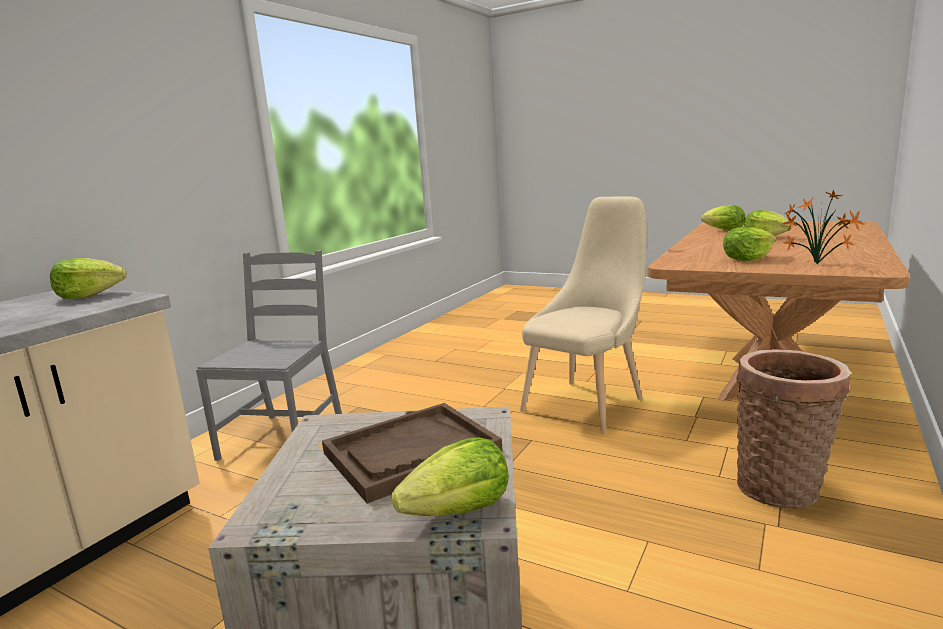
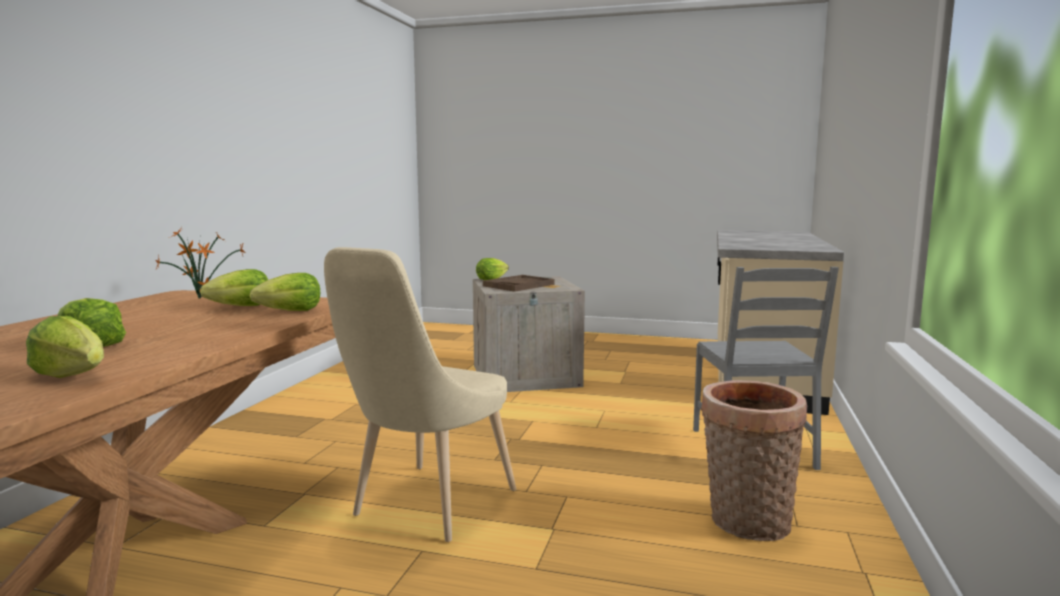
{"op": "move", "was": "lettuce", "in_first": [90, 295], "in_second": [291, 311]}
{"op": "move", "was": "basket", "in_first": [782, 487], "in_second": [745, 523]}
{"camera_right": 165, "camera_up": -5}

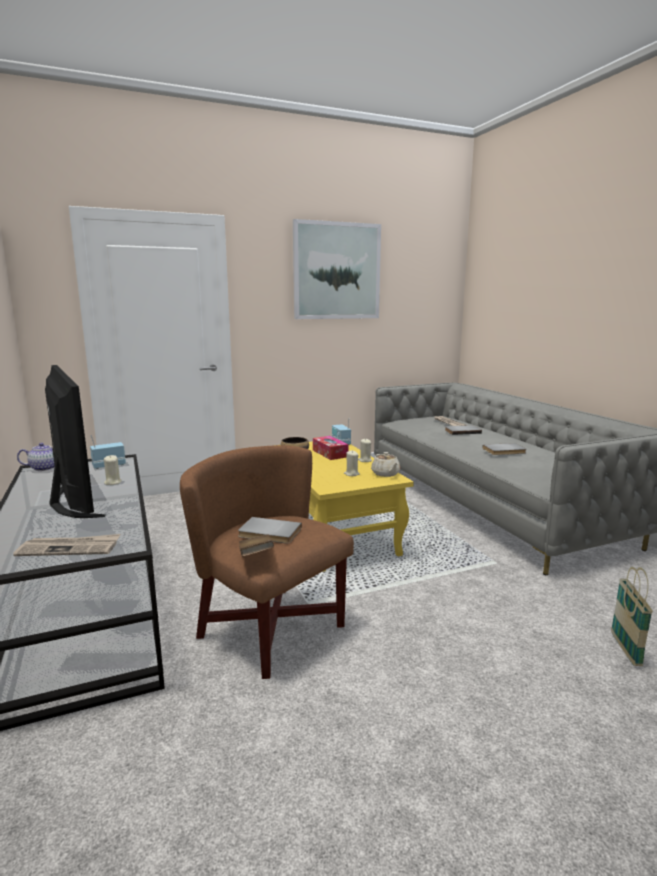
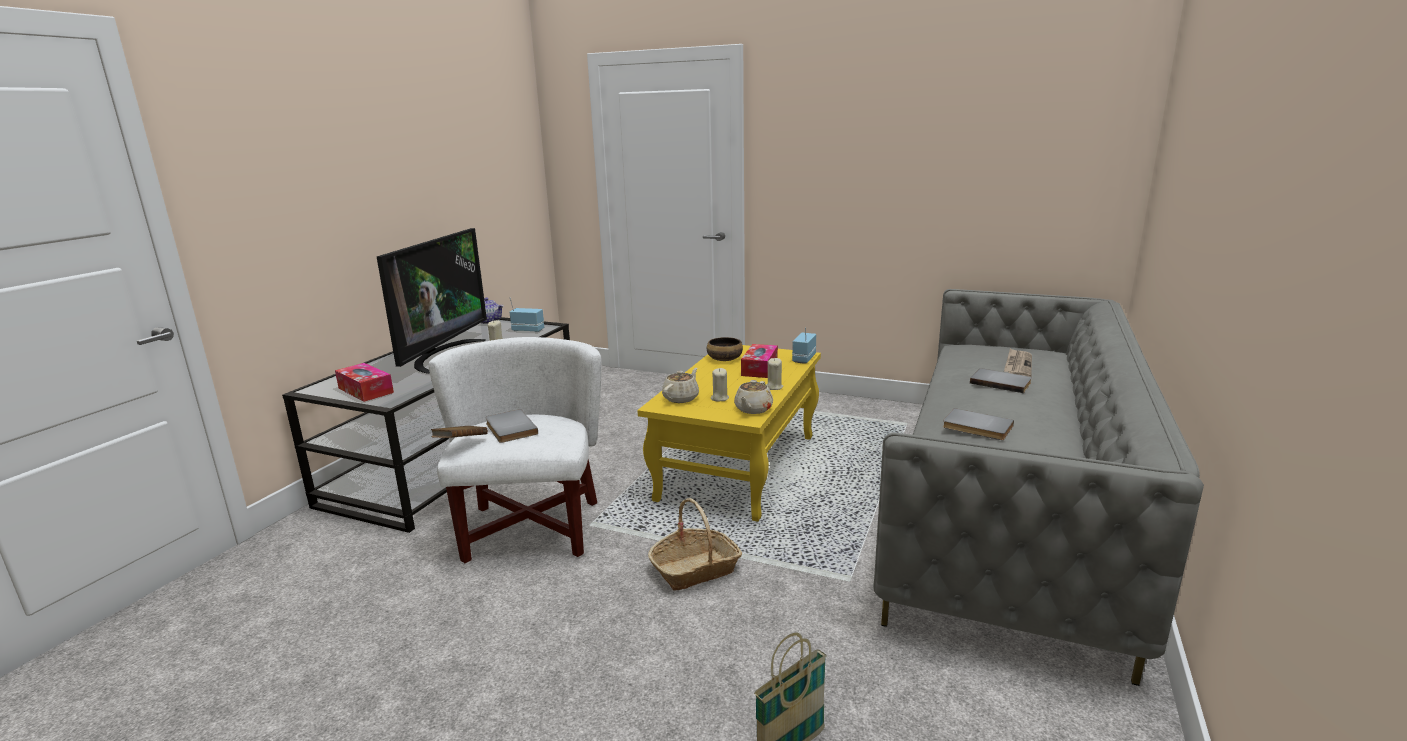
{"op": "delete", "was": "picture", "in_first": [337, 271]}
{"op": "recolor", "was": "brown armchair", "now": "white armchair", "in_first": [272, 629], "in_second": [531, 529]}
{"op": "replace", "was": "newspaper", "now": "tissue box", "in_first": [70, 548], "in_second": [365, 390]}
{"op": "insert", "now": "beige teapot", "in_second": [681, 398]}
{"op": "insert", "now": "basket", "in_second": [695, 569]}
{"camera_right": 45, "camera_up": 5}

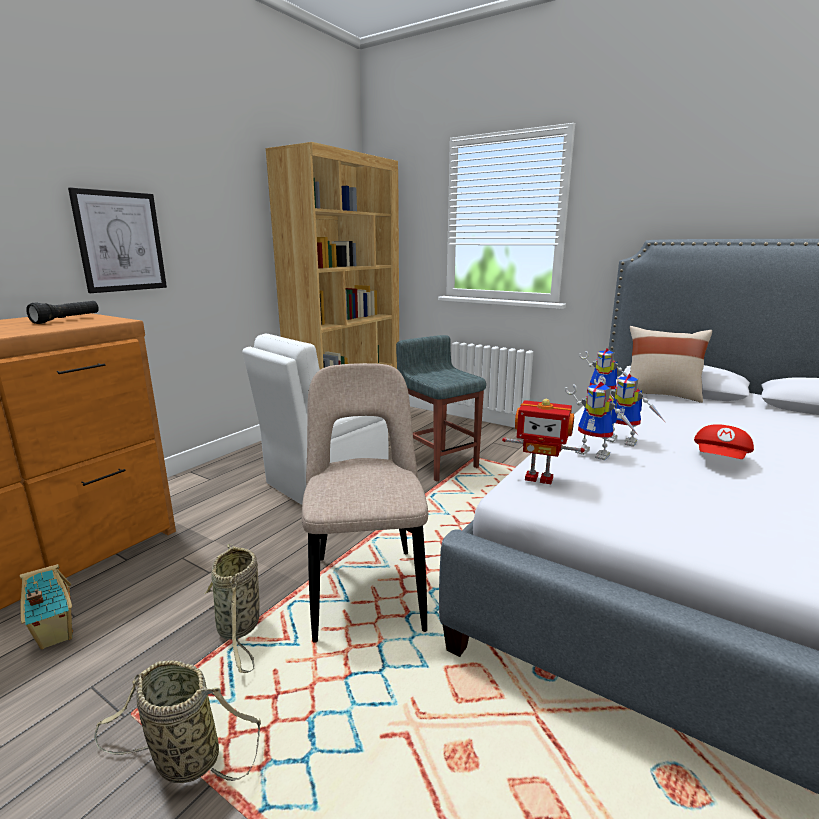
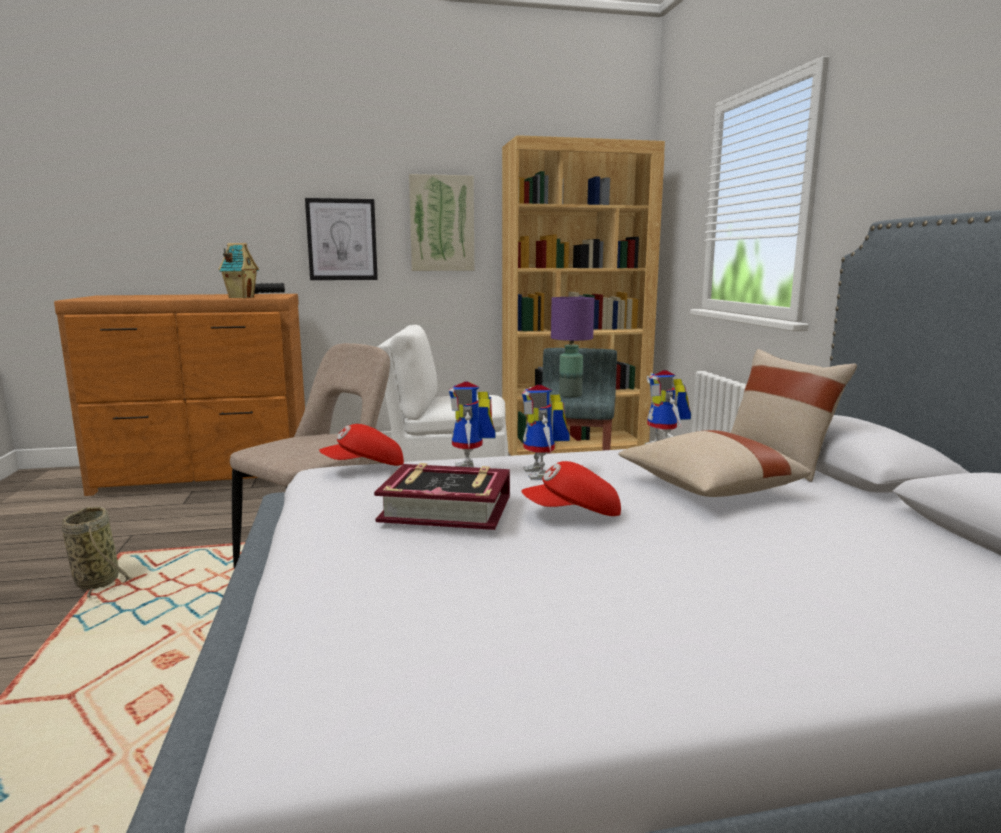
{"op": "replace", "was": "toy robot", "now": "red cap", "in_first": [539, 478], "in_second": [365, 467]}
{"op": "delete", "was": "basket", "in_first": [239, 628]}
{"op": "move", "was": "toy house", "in_first": [55, 636], "in_second": [241, 297]}
{"op": "insert", "now": "picture", "in_second": [442, 223]}
{"op": "insert", "now": "purple table lamp", "in_second": [569, 395]}
{"op": "insert", "now": "beige pillow", "in_second": [707, 489]}
{"op": "insert", "now": "book", "in_second": [446, 509]}
{"camera_right": 45, "camera_up": -5}

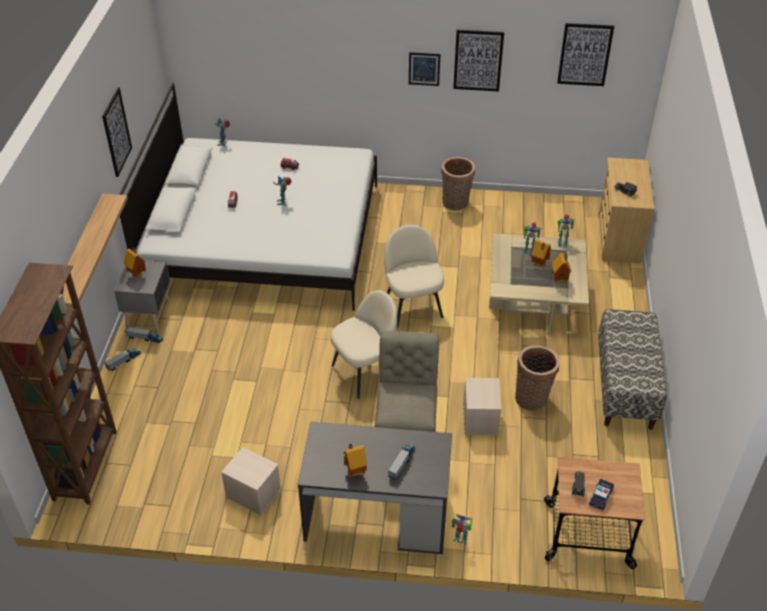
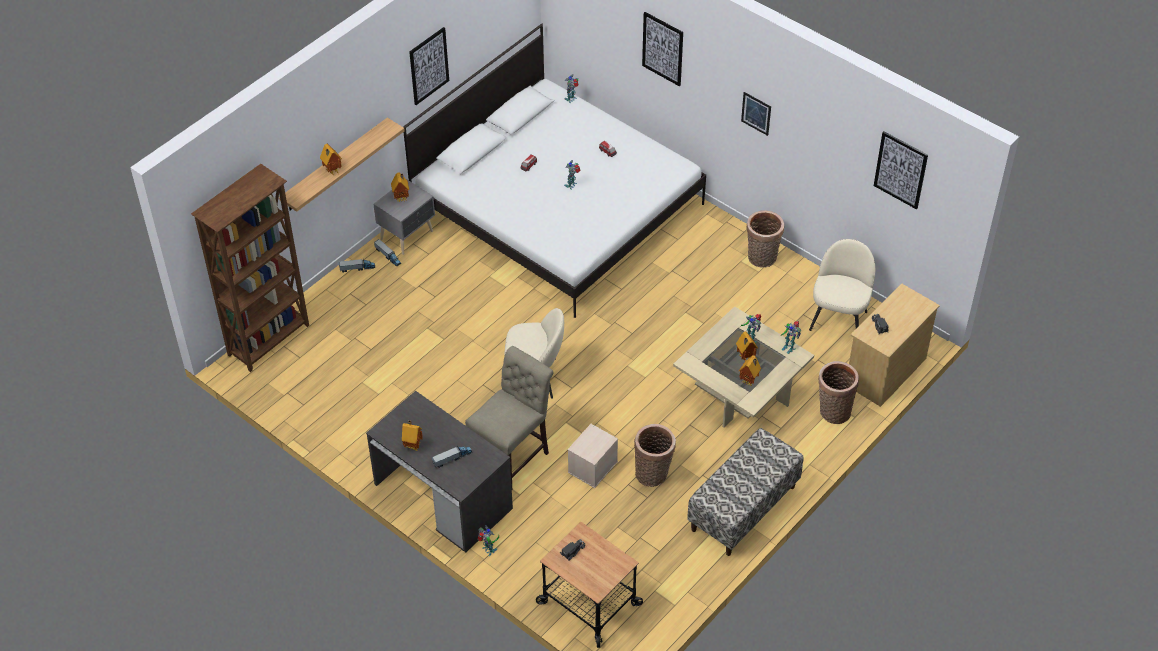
{"op": "move", "was": "picture", "in_first": [478, 60], "in_second": [662, 48]}
{"op": "move", "was": "beige chair", "in_first": [412, 307], "in_second": [838, 319]}
{"op": "delete", "was": "beige storage box", "in_first": [252, 493]}
{"op": "delete", "was": "toy car", "in_first": [601, 497]}
{"op": "insert", "now": "toy house", "in_second": [332, 171]}
{"op": "insert", "now": "basket", "in_second": [833, 411]}
{"camera_right": 35, "camera_up": 5}

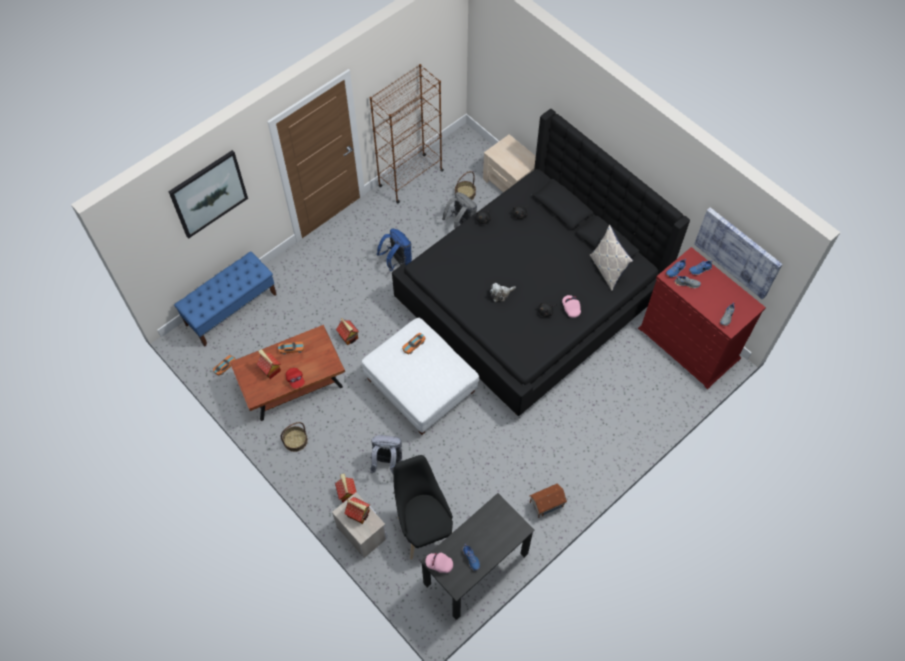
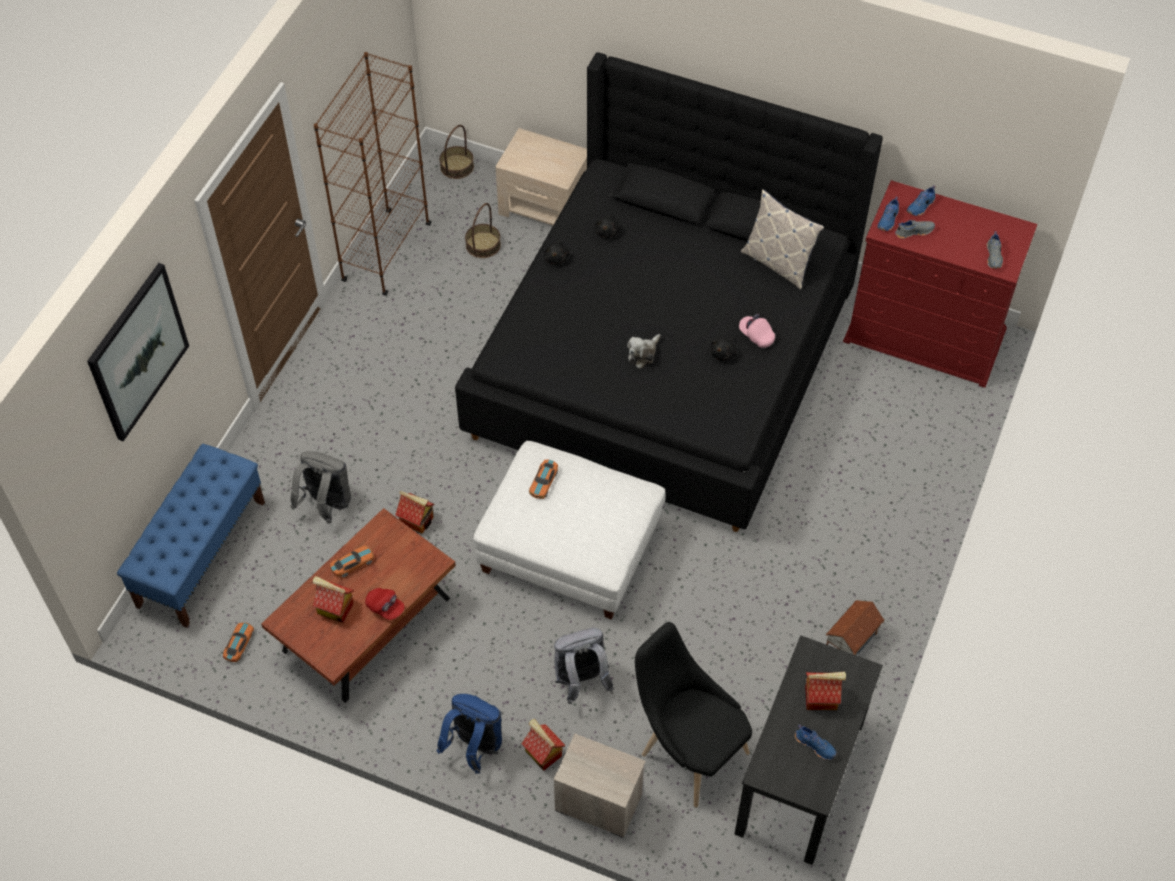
{"op": "move", "was": "grey backpack", "in_first": [461, 225], "in_second": [326, 505]}
{"op": "delete", "was": "picture", "in_first": [738, 252]}
{"op": "move", "was": "blue backpack", "in_first": [397, 261], "in_second": [474, 747]}
{"op": "move", "was": "basket", "in_first": [295, 440], "in_second": [457, 166]}
{"op": "move", "was": "toy house", "in_first": [359, 513], "in_second": [821, 697]}
{"op": "delete", "was": "pink cap", "in_first": [439, 564]}
{"camera_right": -25, "camera_up": -5}

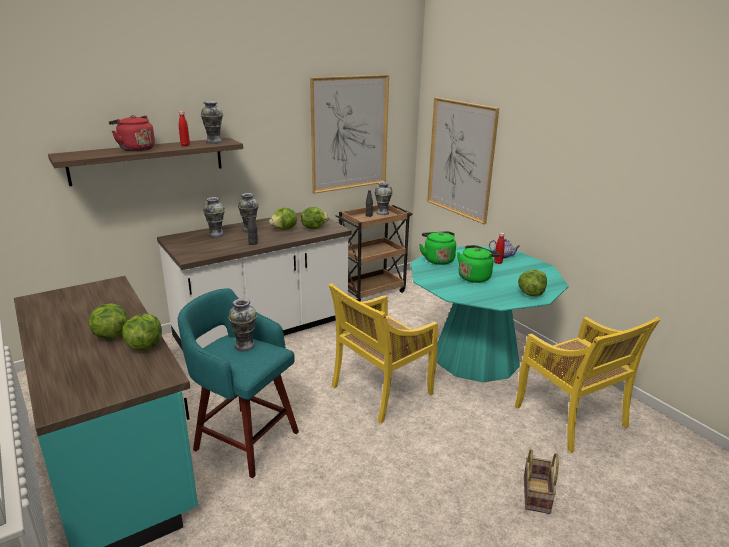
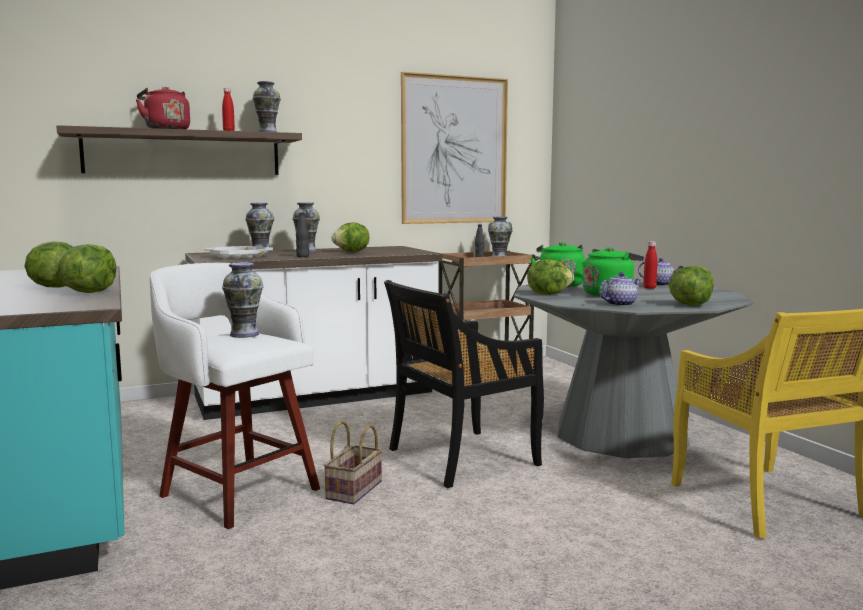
{"op": "delete", "was": "picture", "in_first": [461, 159]}
{"op": "move", "was": "lettuce", "in_first": [314, 227], "in_second": [548, 294]}
{"op": "recolor", "was": "turquoise dining table", "now": "grey dining table", "in_first": [476, 357], "in_second": [621, 434]}
{"op": "recolor", "was": "yellow chair", "now": "black chair", "in_first": [380, 391], "in_second": [460, 458]}
{"op": "recolor", "was": "turquoise stool", "now": "white stool", "in_first": [244, 439], "in_second": [237, 491]}
{"op": "move", "was": "basket", "in_first": [537, 496], "in_second": [354, 491]}
{"op": "insert", "now": "white tray", "in_second": [239, 257]}
{"op": "insert", "now": "teapot", "in_second": [620, 304]}
{"camera_right": 10, "camera_up": -15}

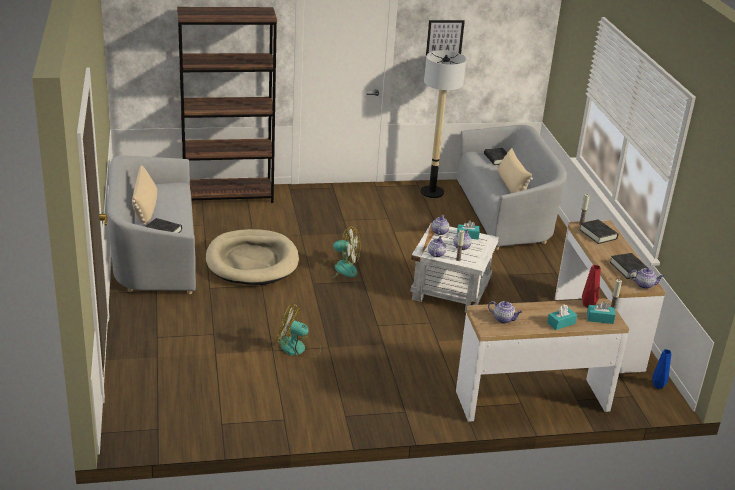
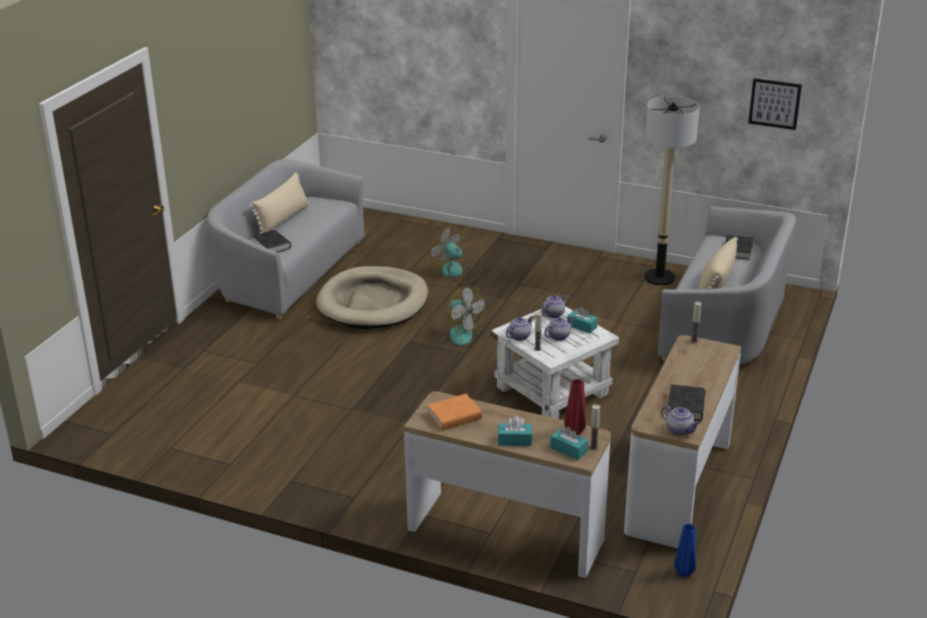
{"op": "delete", "was": "brown bookcase", "in_first": [228, 195]}
{"op": "move", "was": "picture", "in_first": [445, 37], "in_second": [774, 103]}
{"op": "delete", "was": "black book", "in_first": [598, 234]}
{"op": "replace", "was": "teapot", "now": "orange book", "in_first": [504, 319], "in_second": [454, 416]}
{"op": "move", "was": "fan", "in_first": [298, 348], "in_second": [457, 273]}
{"camera_right": 35, "camera_up": 0}

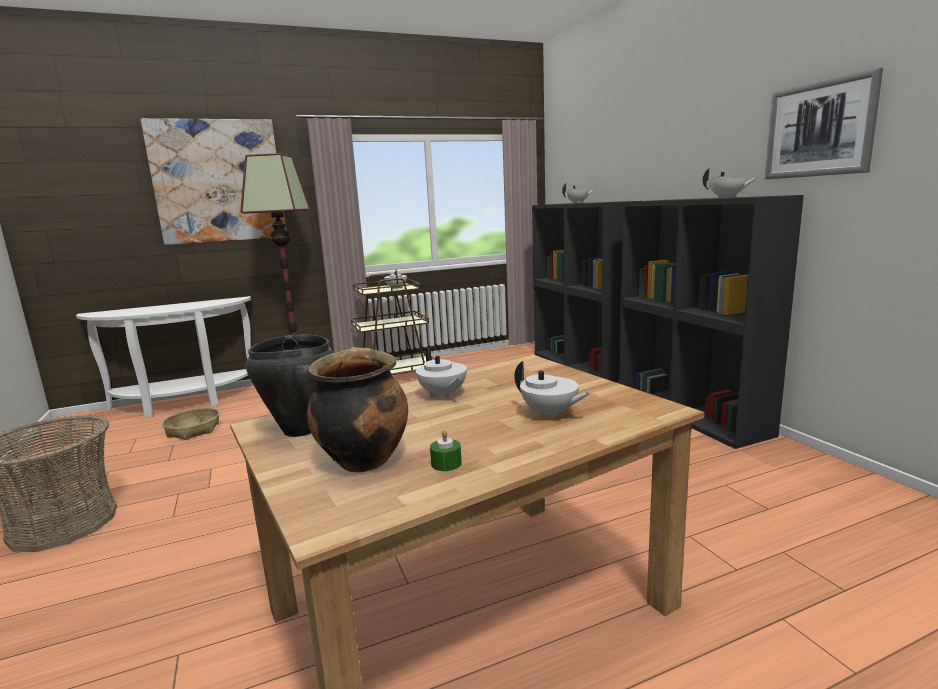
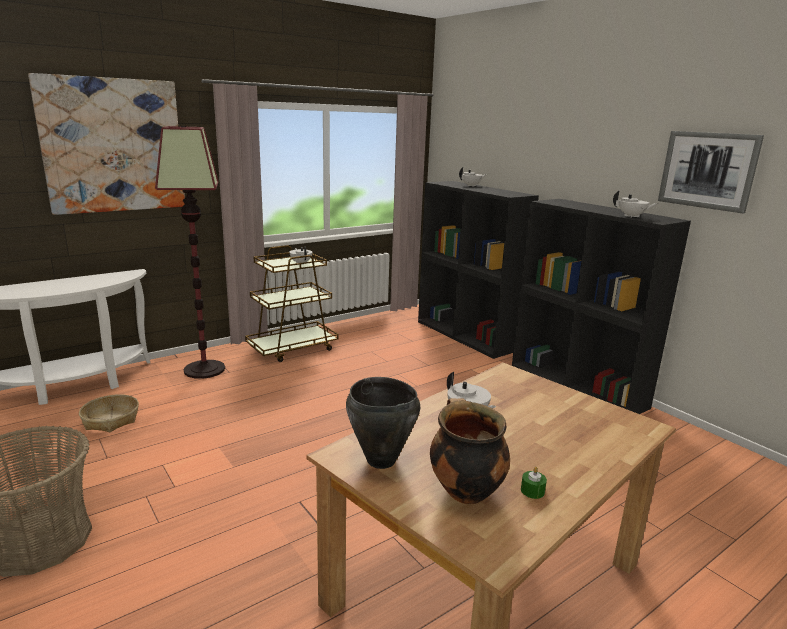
{"op": "delete", "was": "white teapot", "in_first": [549, 414]}
{"camera_right": -15, "camera_up": 5}

